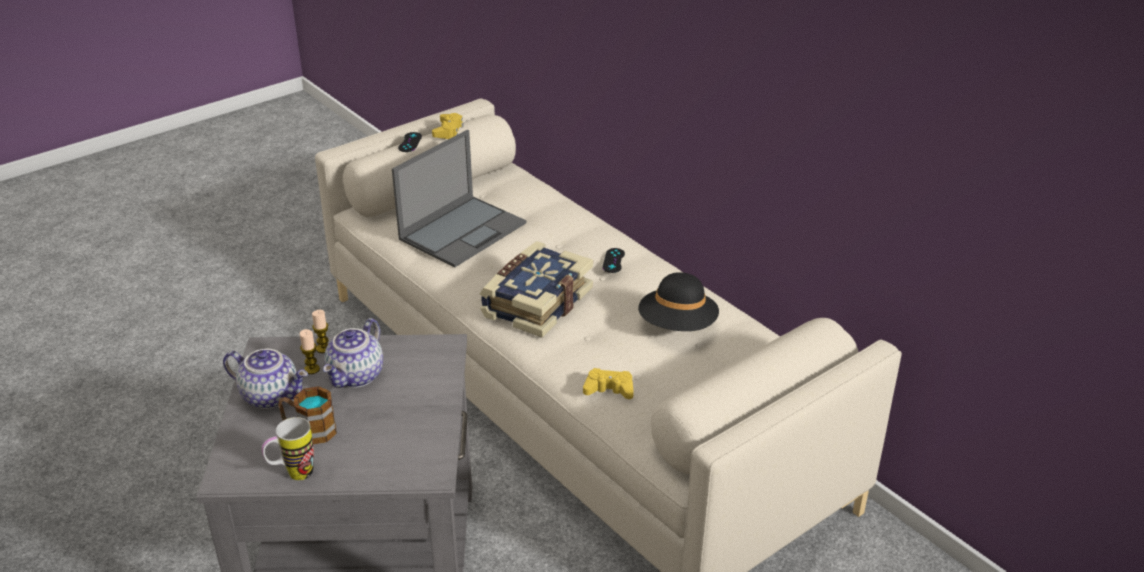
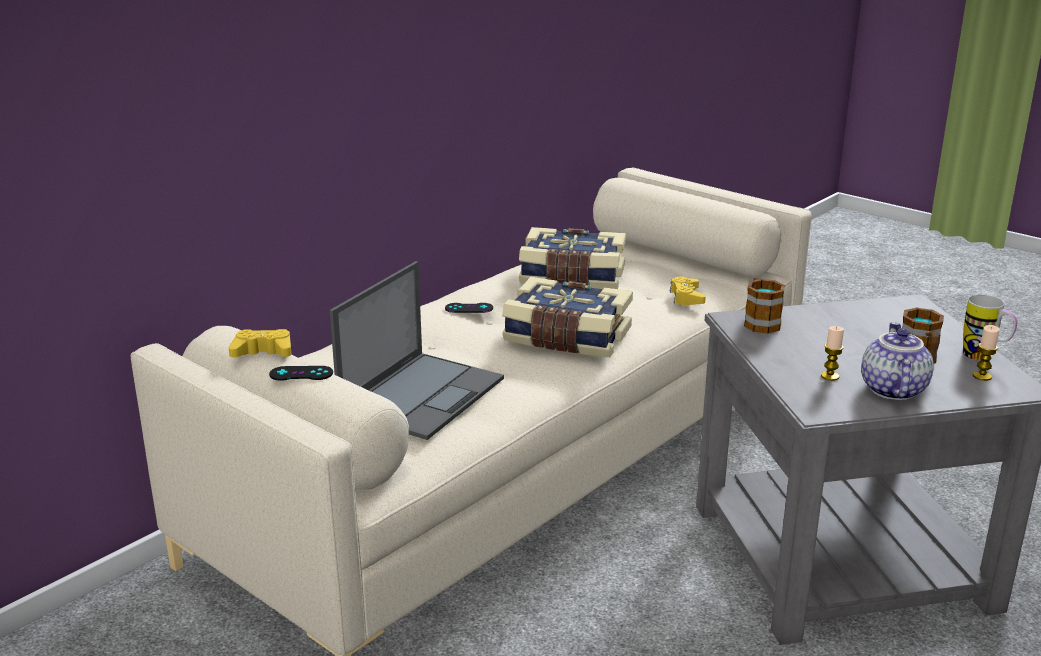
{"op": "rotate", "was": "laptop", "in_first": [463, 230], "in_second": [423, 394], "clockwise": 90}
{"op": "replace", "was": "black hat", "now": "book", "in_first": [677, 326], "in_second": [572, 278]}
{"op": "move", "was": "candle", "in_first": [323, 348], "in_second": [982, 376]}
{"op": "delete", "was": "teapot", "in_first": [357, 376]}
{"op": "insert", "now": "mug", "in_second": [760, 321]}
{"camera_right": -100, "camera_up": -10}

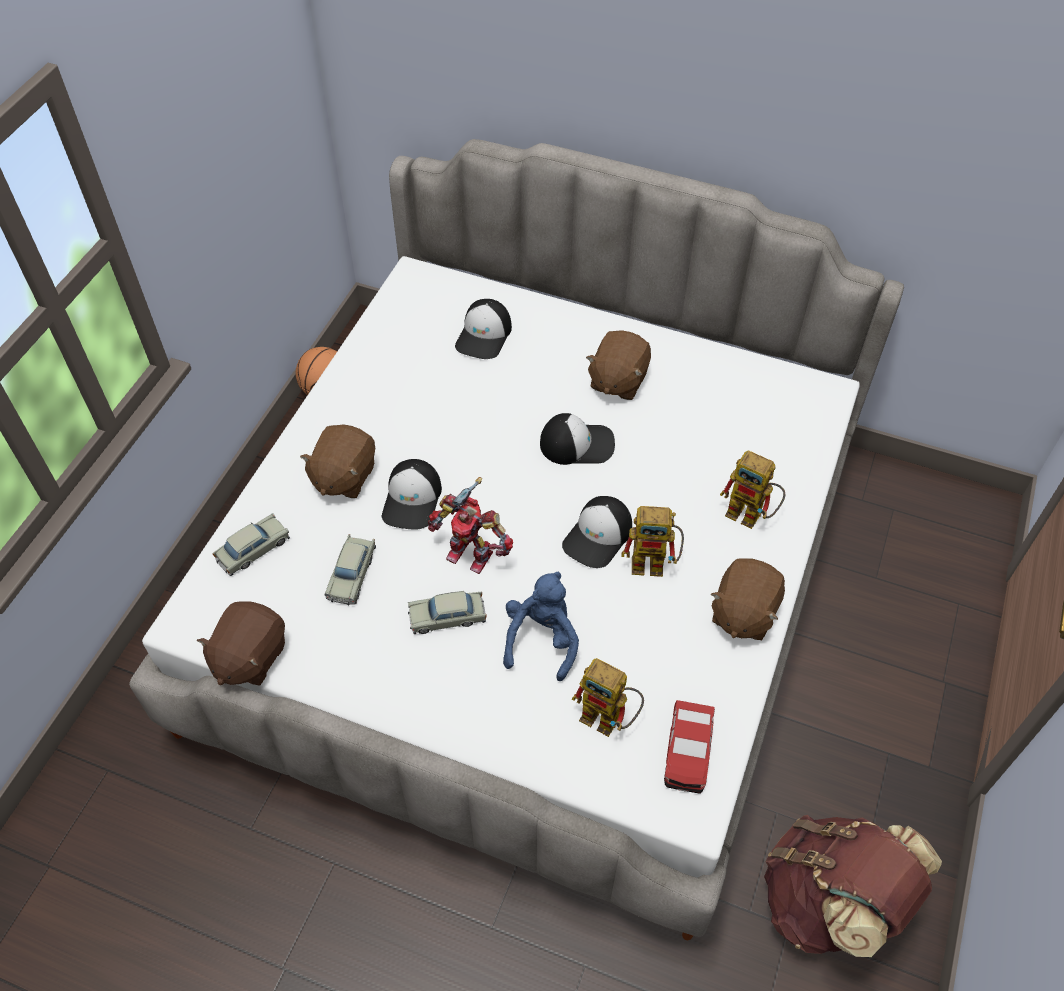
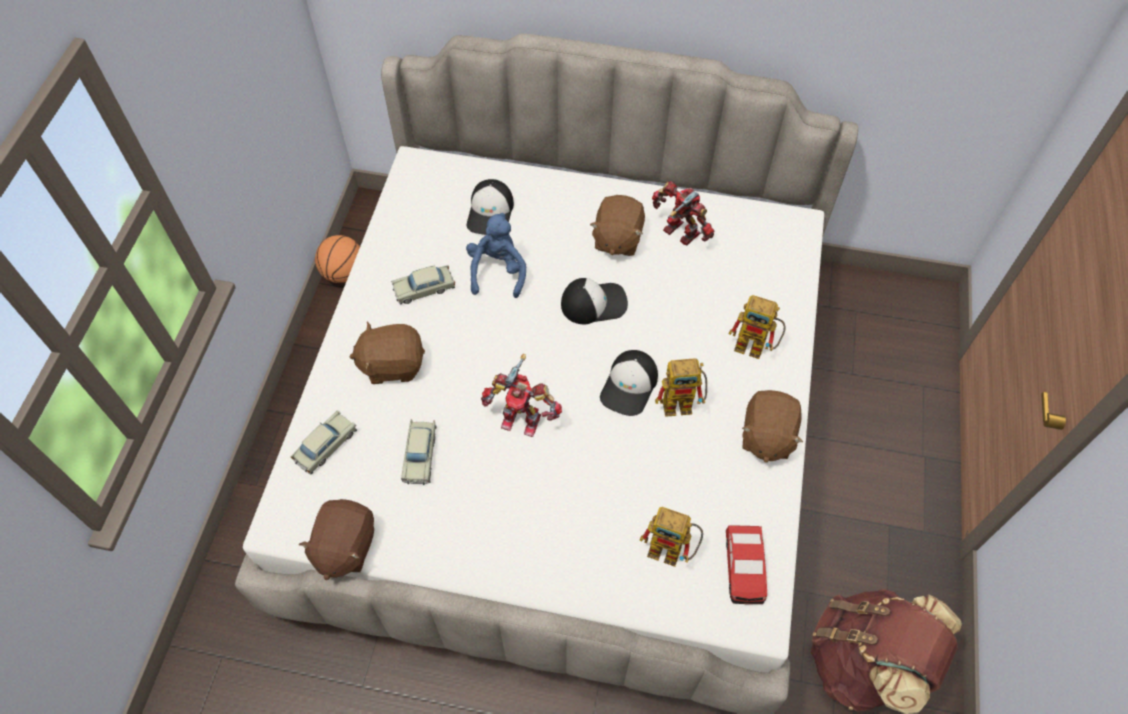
{"op": "rotate", "was": "brown plush toy", "in_first": [343, 476], "in_second": [392, 364], "clockwise": 75}
{"op": "delete", "was": "cap", "in_first": [412, 500]}
{"op": "move", "was": "blue plush toy", "in_first": [542, 639], "in_second": [497, 271]}
{"op": "move", "was": "beige toy car", "in_first": [447, 617], "in_second": [424, 289]}
{"op": "insert", "now": "toy robot", "in_second": [680, 234]}
{"camera_right": -10, "camera_up": 5}

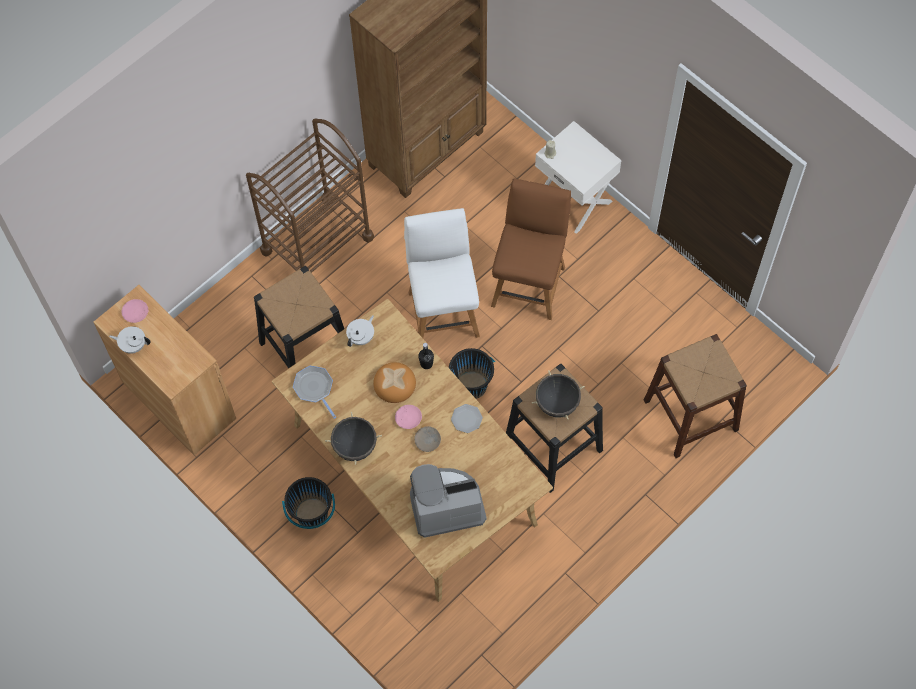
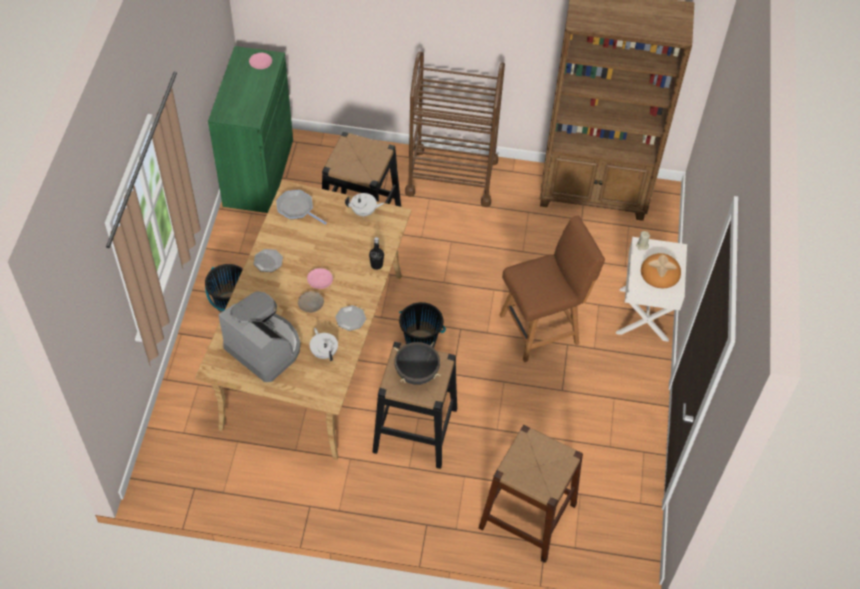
{"op": "delete", "was": "white chair", "in_first": [443, 311]}
{"op": "recolor", "was": "brown cabinet", "now": "green cabinet", "in_first": [179, 400], "in_second": [258, 172]}
{"op": "move", "was": "white teapot", "in_first": [133, 345], "in_second": [324, 352]}
{"op": "move", "was": "bread", "in_first": [394, 384], "in_second": [660, 273]}
{"op": "rotate", "was": "frying pan", "in_first": [314, 388], "in_second": [297, 208], "clockwise": -75}
{"op": "replace", "was": "black cooking pot", "now": "plate", "in_first": [355, 447], "in_second": [268, 261]}
{"camera_right": 50, "camera_up": -10}

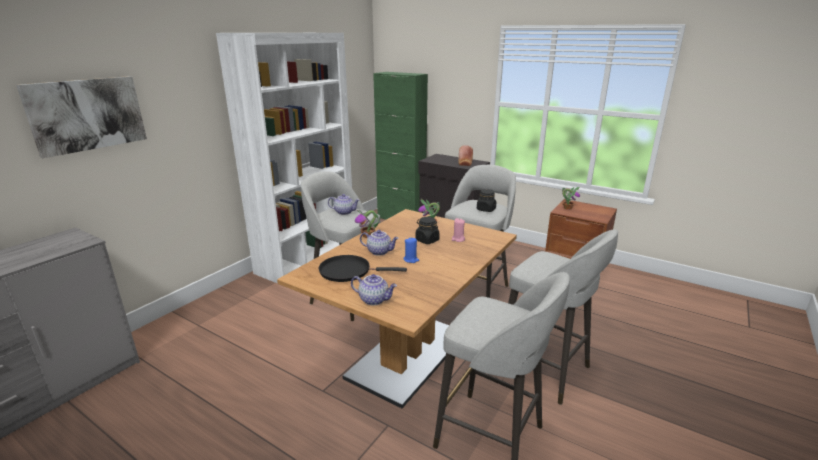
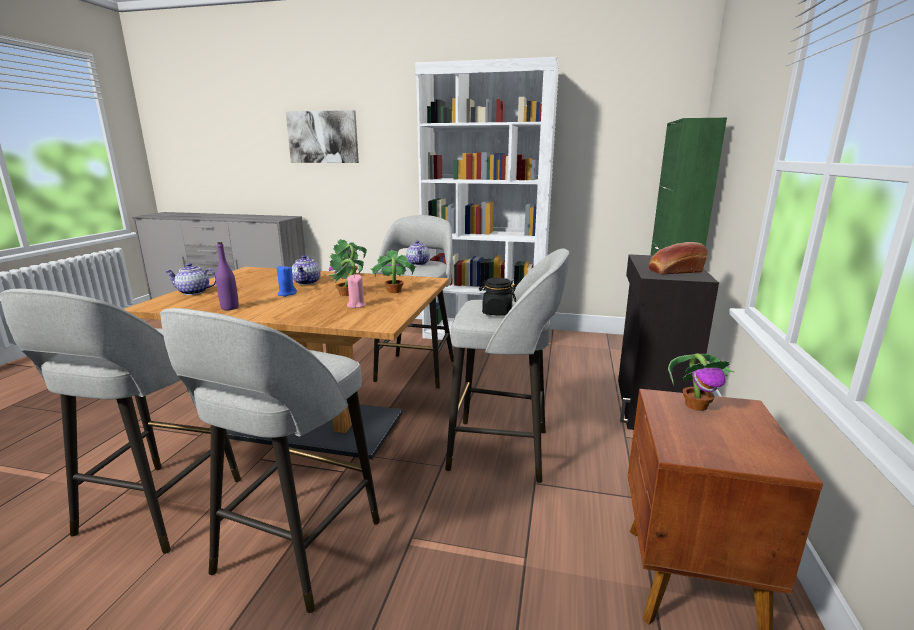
{"op": "replace", "was": "black jar", "now": "potted plant", "in_first": [427, 240], "in_second": [346, 294]}
{"op": "delete", "was": "black frying pan", "in_first": [348, 271]}
{"op": "rotate", "was": "teapot", "in_first": [374, 300], "in_second": [193, 292], "clockwise": 90}
{"op": "insert", "now": "purple bottle", "in_second": [230, 308]}
{"camera_right": 70, "camera_up": -5}

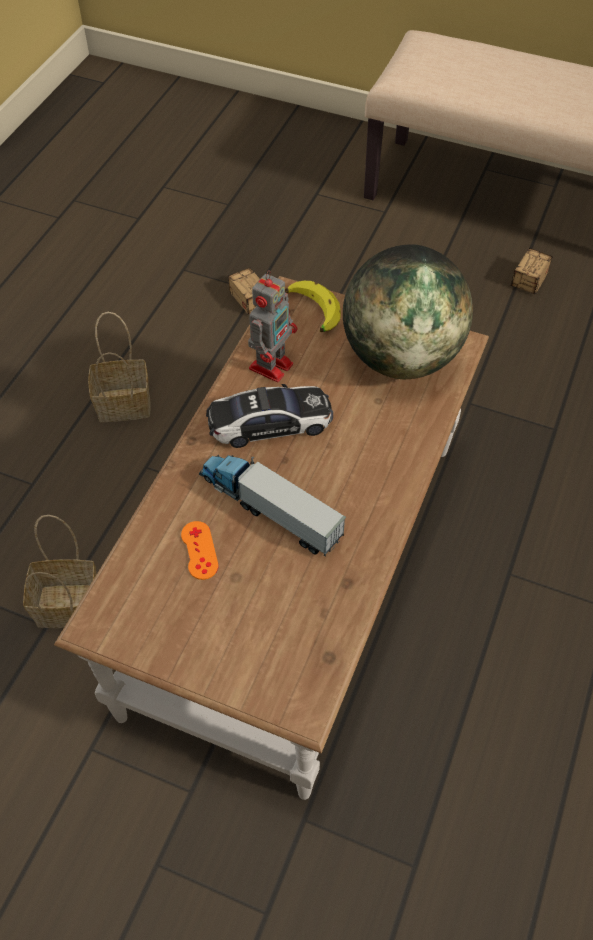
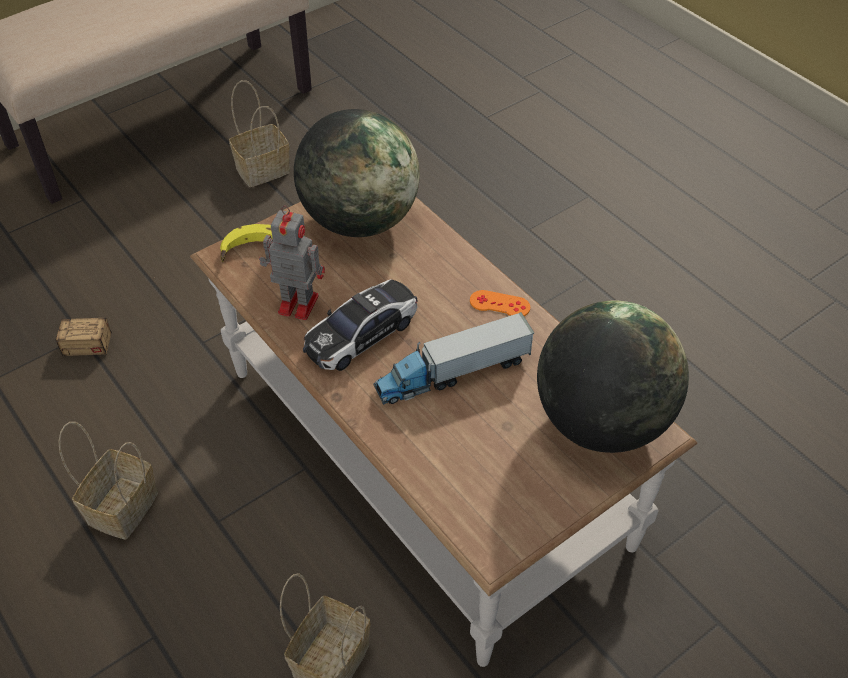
{"op": "replace", "was": "storage box", "now": "basket", "in_first": [519, 295], "in_second": [264, 169]}
{"op": "rotate", "was": "toy robot", "in_first": [272, 364], "in_second": [296, 303], "clockwise": -45}
{"op": "rotate", "was": "toy car", "in_first": [270, 424], "in_second": [361, 334], "clockwise": -150}
{"op": "move", "was": "orange game controller", "in_first": [199, 550], "in_second": [499, 304]}
{"op": "insert", "now": "globe", "in_second": [602, 422]}
{"camera_right": -60, "camera_up": -5}

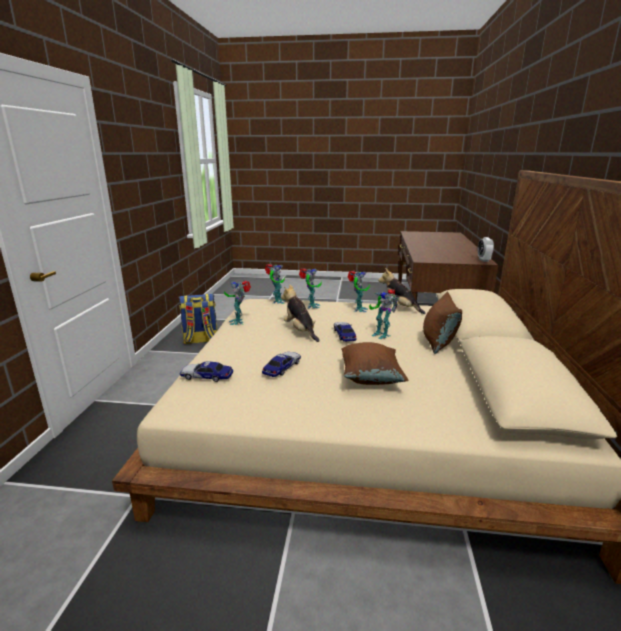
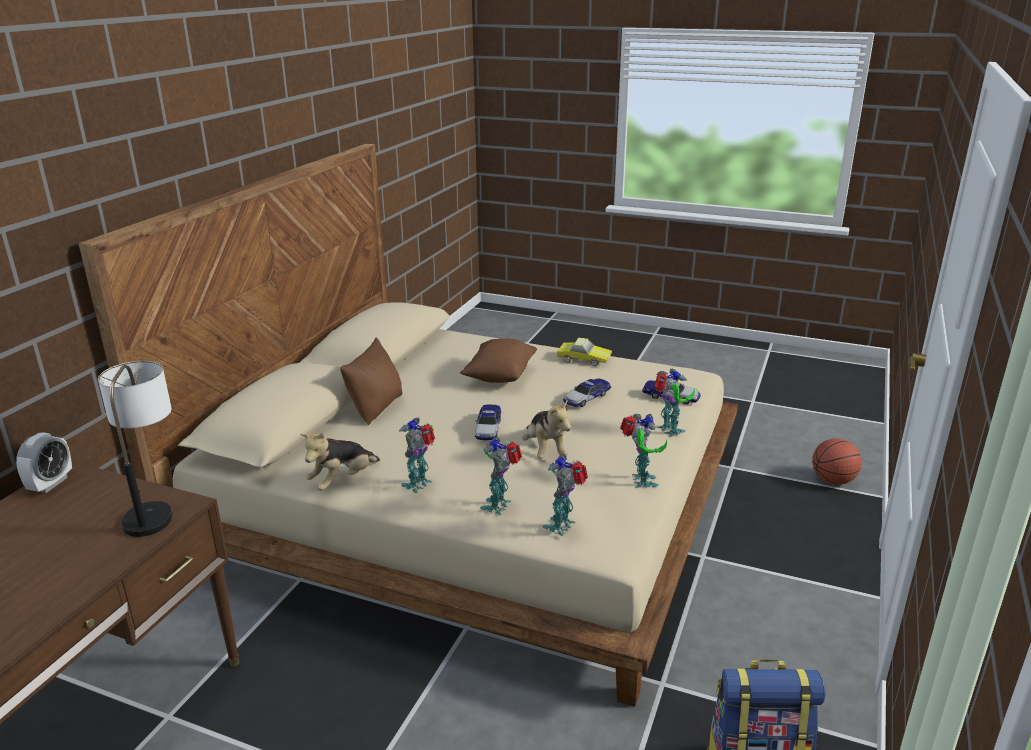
{"op": "rotate", "was": "plush toy", "in_first": [399, 308], "in_second": [342, 480], "clockwise": 75}
{"op": "move", "was": "toy robot", "in_first": [381, 334], "in_second": [669, 431]}
{"op": "insert", "now": "toy car", "in_second": [584, 358]}
{"op": "insert", "now": "table lamp", "in_second": [154, 506]}
{"op": "insert", "now": "basketball", "in_second": [833, 480]}
{"camera_right": -165, "camera_up": 5}

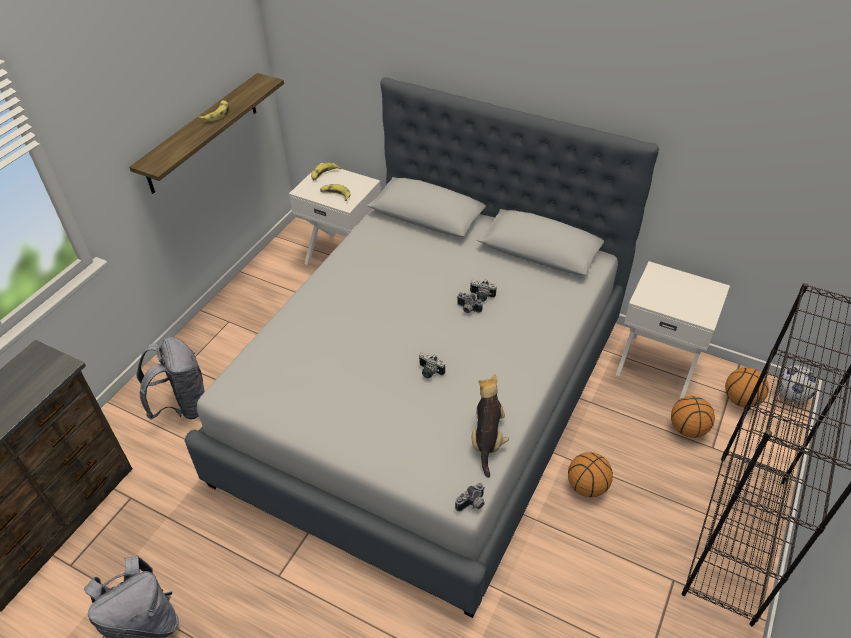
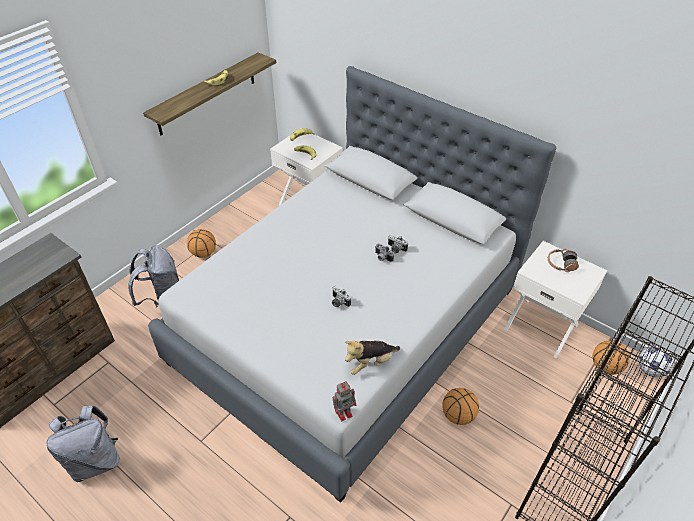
{"op": "rotate", "was": "plush toy", "in_first": [487, 439], "in_second": [370, 363], "clockwise": -135}
{"op": "move", "was": "basketball", "in_first": [688, 428], "in_second": [204, 253]}
{"op": "replace", "was": "photo camera", "now": "toy robot", "in_first": [472, 504], "in_second": [344, 412]}
{"op": "insert", "now": "headphones", "in_second": [561, 264]}
{"camera_right": 10, "camera_up": 0}

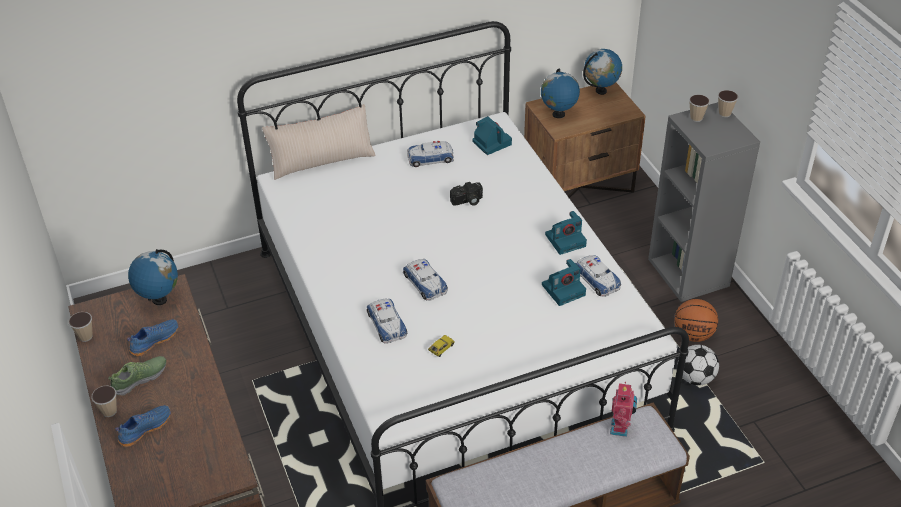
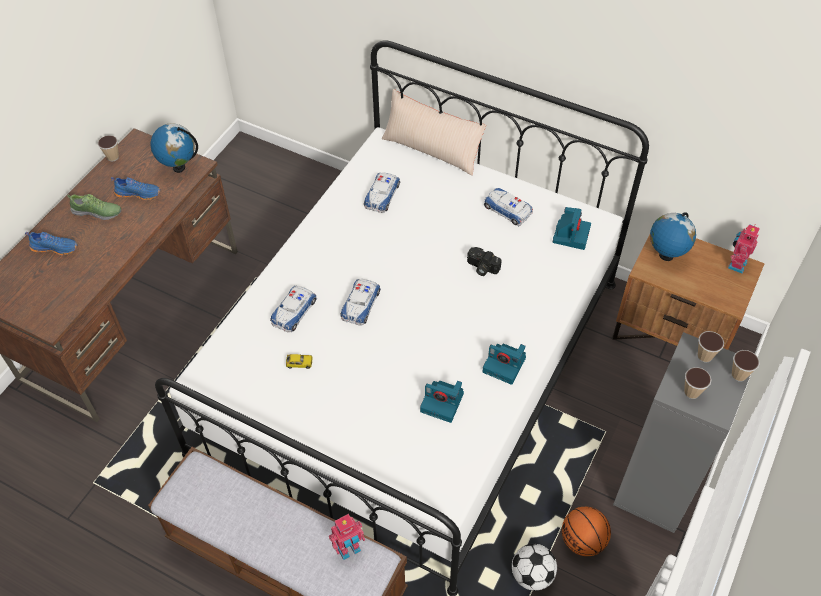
{"op": "replace", "was": "globe", "now": "toy robot", "in_first": [601, 91], "in_second": [735, 264]}
{"op": "move", "was": "toy car", "in_first": [597, 279], "in_second": [382, 195]}
{"op": "move", "was": "cup", "in_first": [109, 411], "in_second": [691, 392]}
{"camera_right": 50, "camera_up": 10}

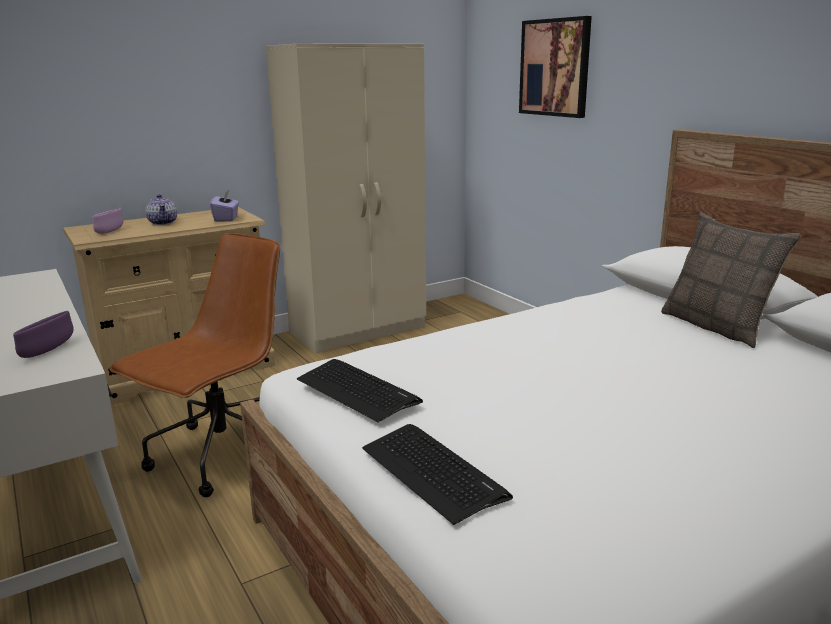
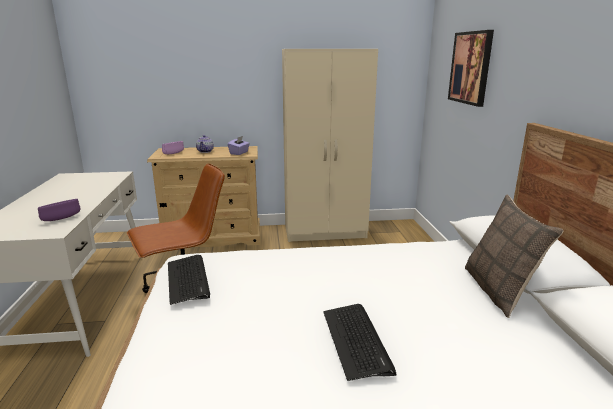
{"op": "move", "was": "keyboard", "in_first": [433, 472], "in_second": [356, 340]}
{"camera_right": 25, "camera_up": 0}

